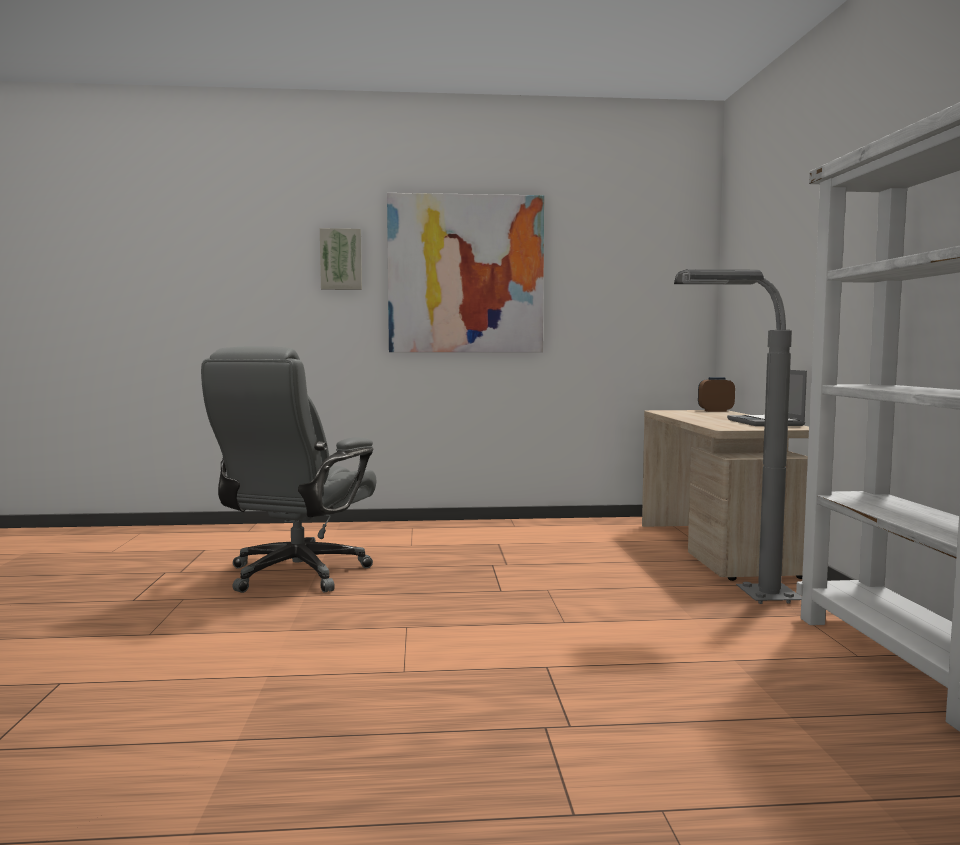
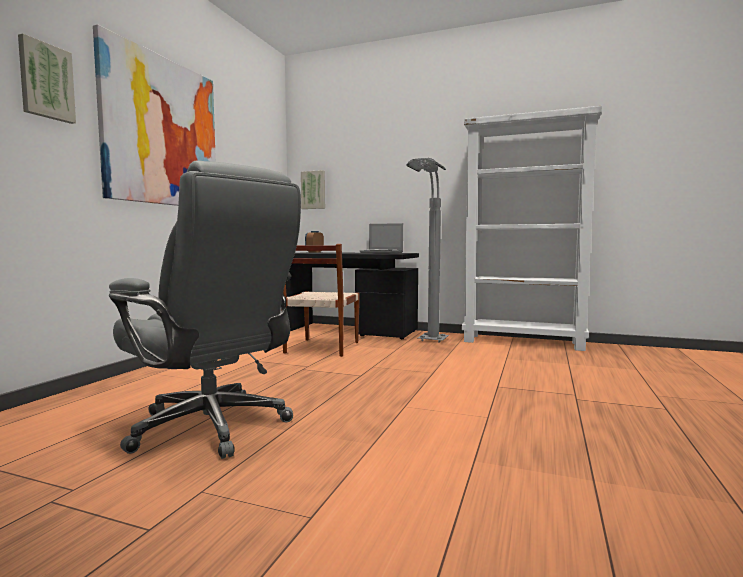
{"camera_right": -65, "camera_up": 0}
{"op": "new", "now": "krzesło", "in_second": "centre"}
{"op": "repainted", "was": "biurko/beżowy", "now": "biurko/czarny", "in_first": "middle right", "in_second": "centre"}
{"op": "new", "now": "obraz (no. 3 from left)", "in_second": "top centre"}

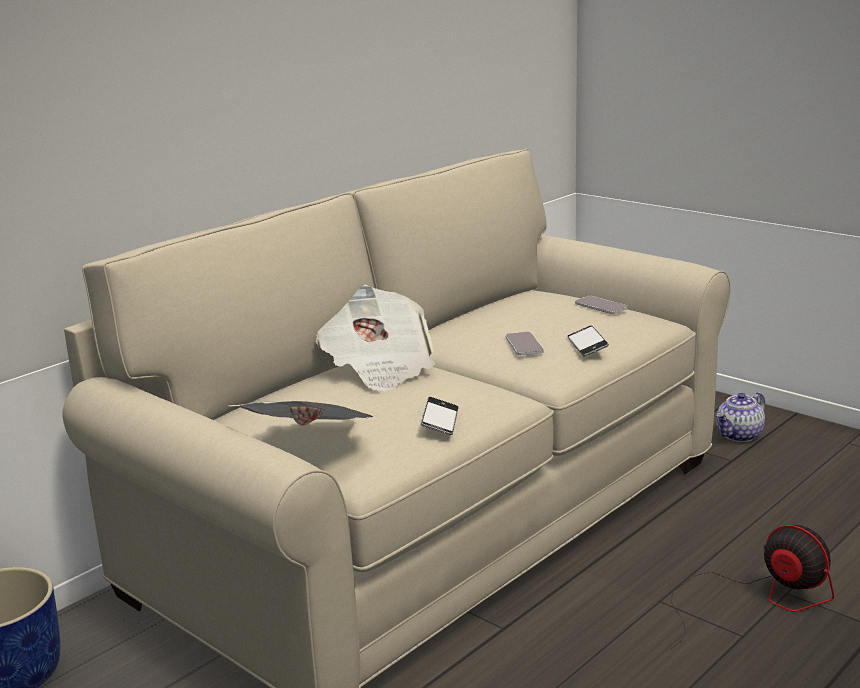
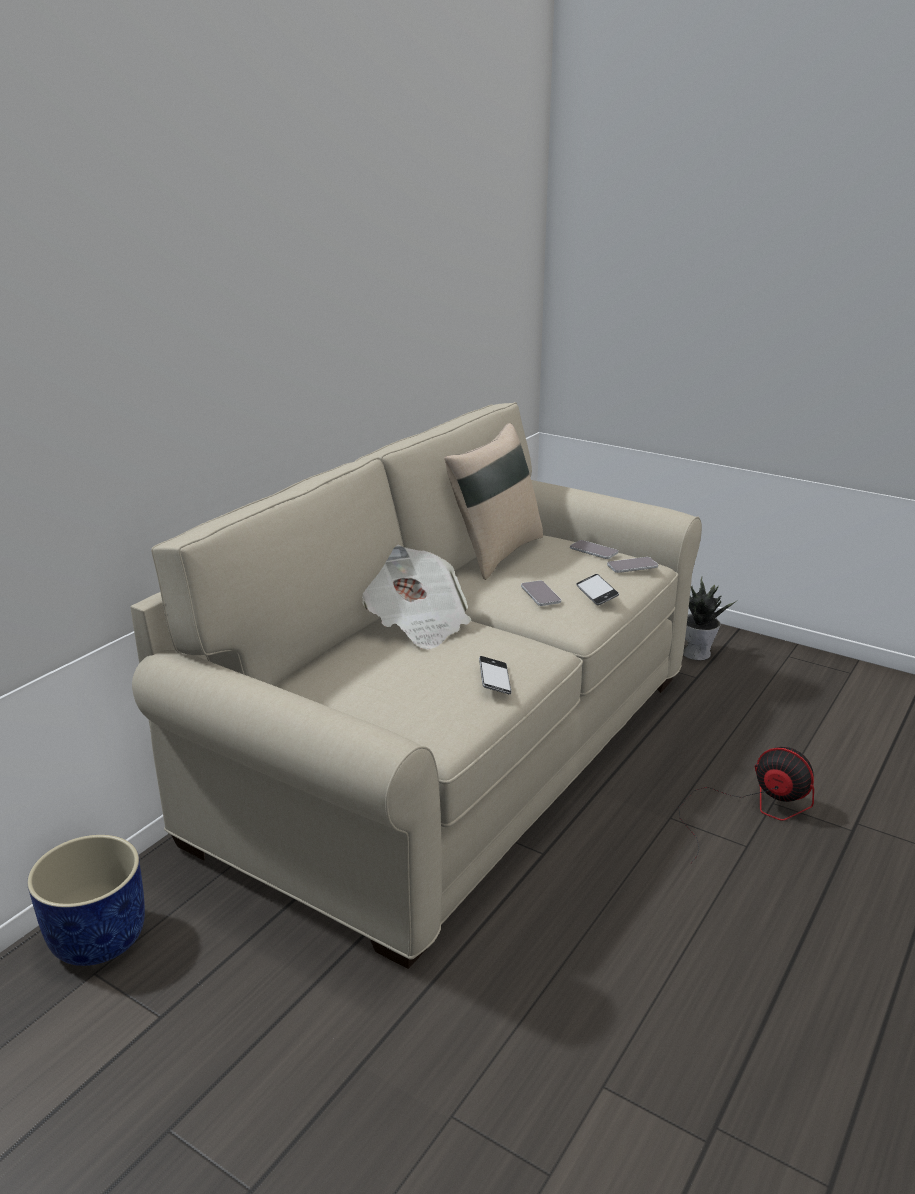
{"camera_right": -10, "camera_up": 5}
{"op": "new", "now": "poduszka/beżowy", "in_second": "centre"}
{"op": "new", "now": "telefon (no. 5 from left)", "in_second": "middle right"}
{"op": "swapped", "was": "imbryk", "now": "roślina doniczkowa", "in_first": "middle right", "in_second": "middle right"}
{"op": "gone", "was": "gazeta (no. 1 from left)", "in_first": "centre"}

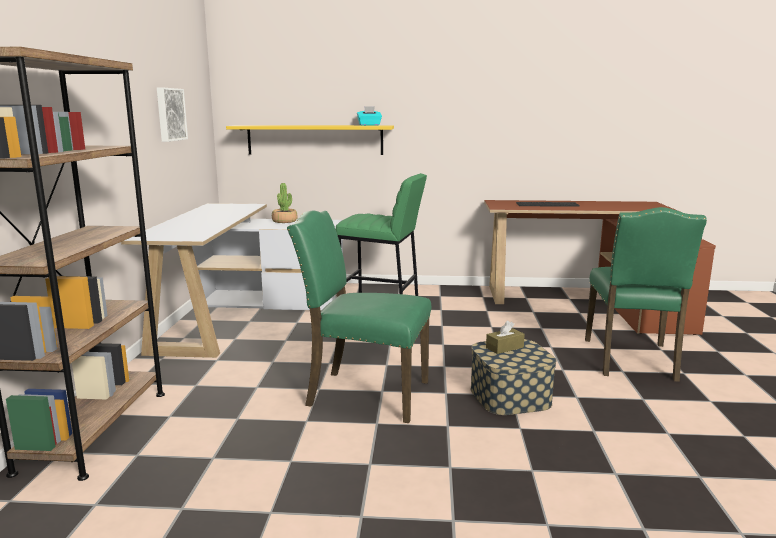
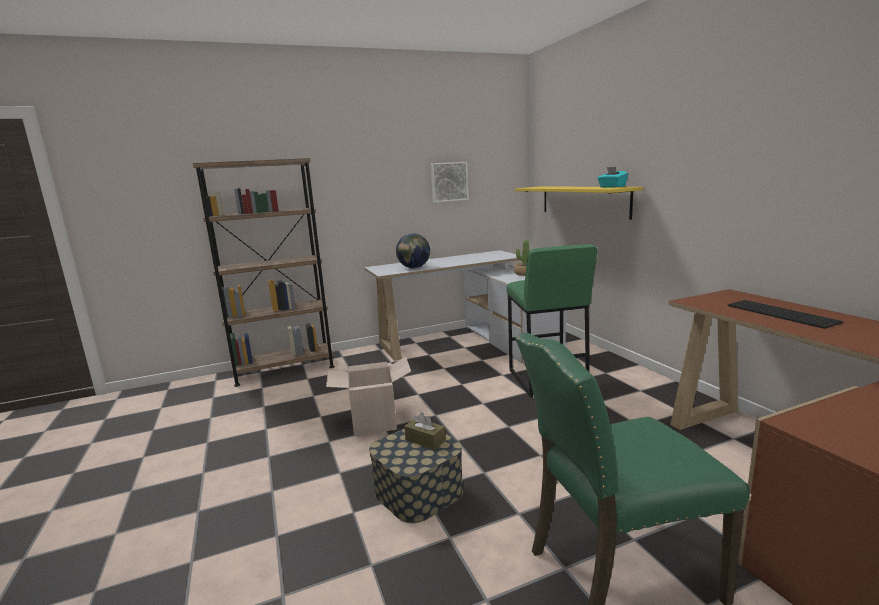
{"camera_right": 65, "camera_up": 0}
{"op": "swapped", "was": "krzesło/zielony (no. 1 from left)", "now": "karton", "in_first": "centre", "in_second": "centre"}
{"op": "new", "now": "globus", "in_second": "centre"}

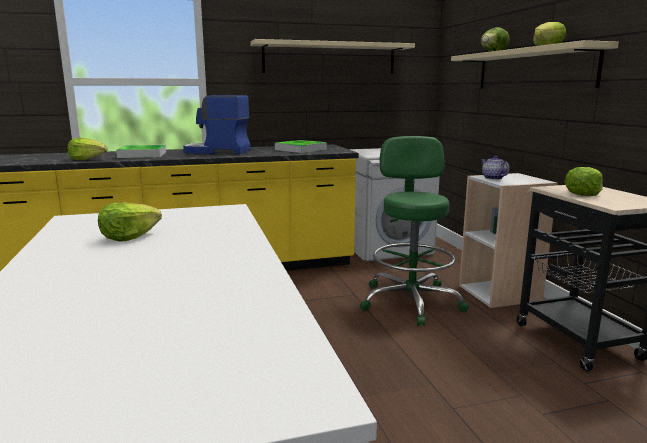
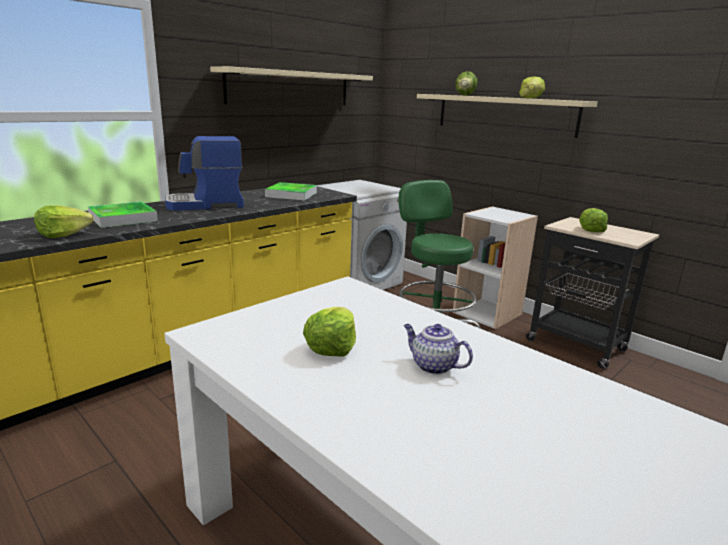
{"camera_right": -30, "camera_up": 5}
{"op": "shifted", "was": "imbryk", "in_first": "middle right", "in_second": "centre"}

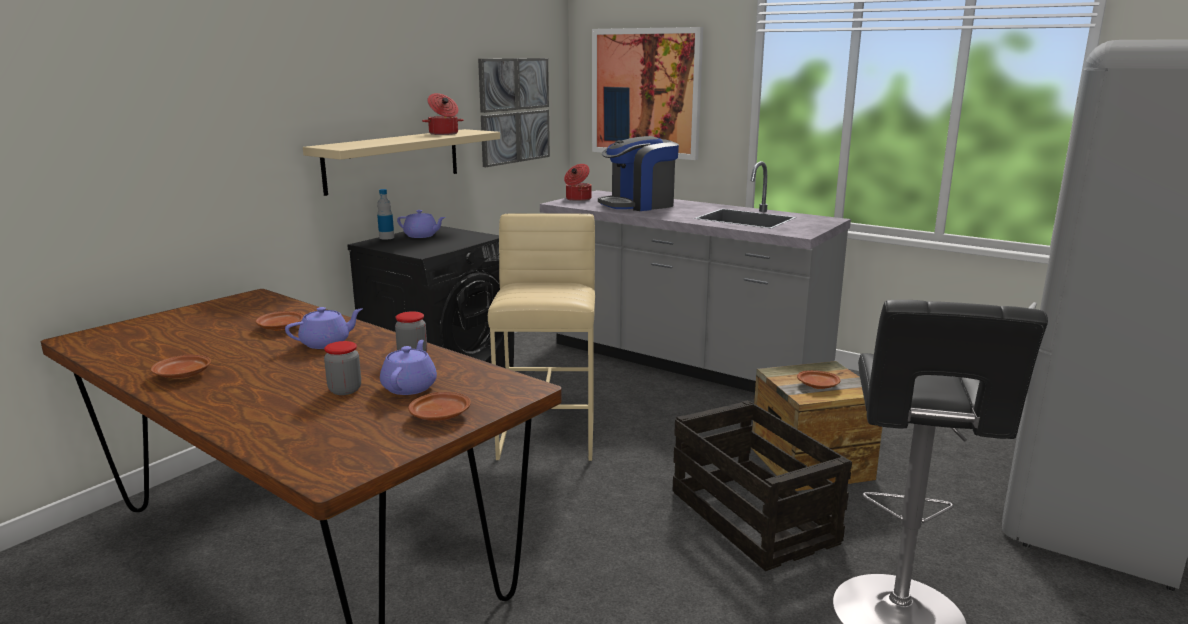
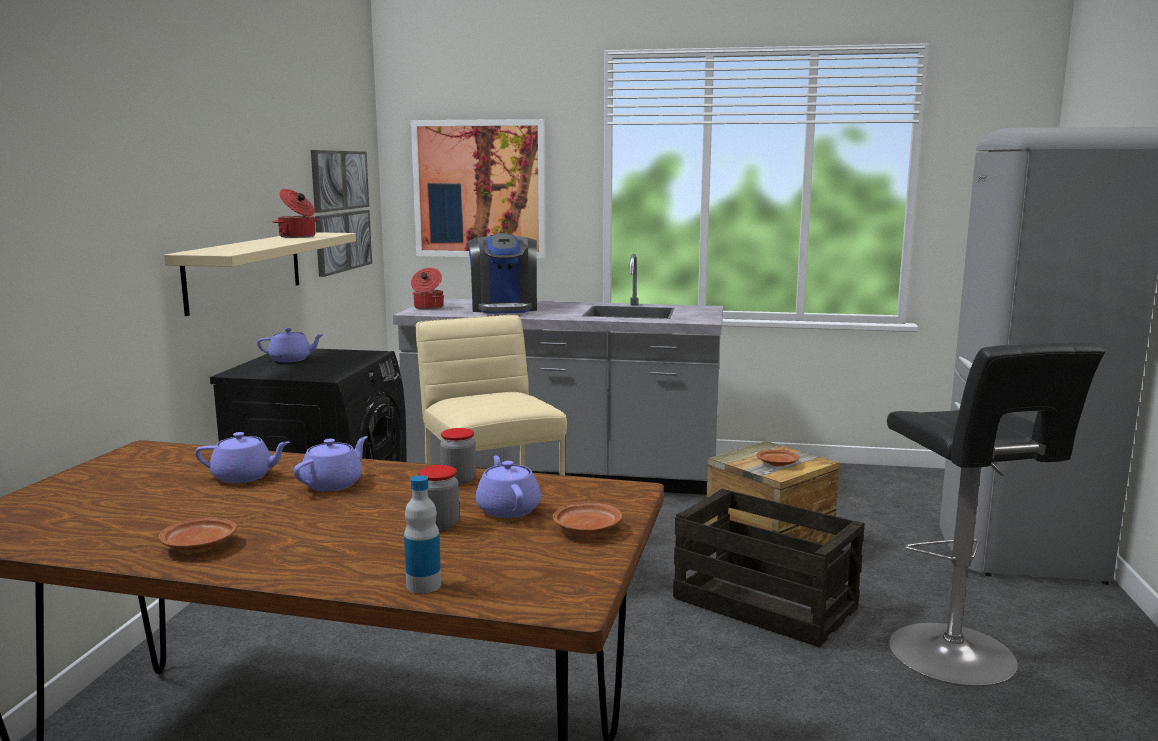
{"camera_right": -25, "camera_up": -5}
{"op": "swapped", "was": "talerz/brązowy (no. 2 from left)", "now": "imbryk/fioletowy (no. 1 from left)", "in_first": "middle left", "in_second": "middle left"}
{"op": "shifted", "was": "butelka", "in_first": "middle left", "in_second": "bottom centre"}
{"op": "rotated", "was": "ekspres do kawy", "in_first": "top centre", "in_second": "centre", "clockwise": -45}

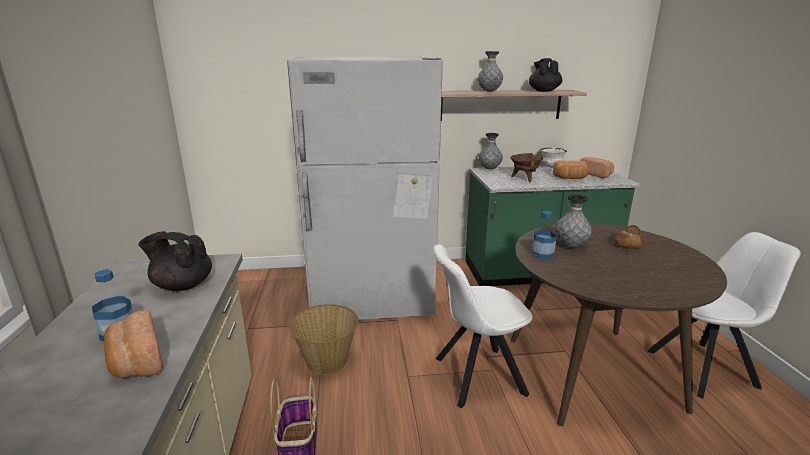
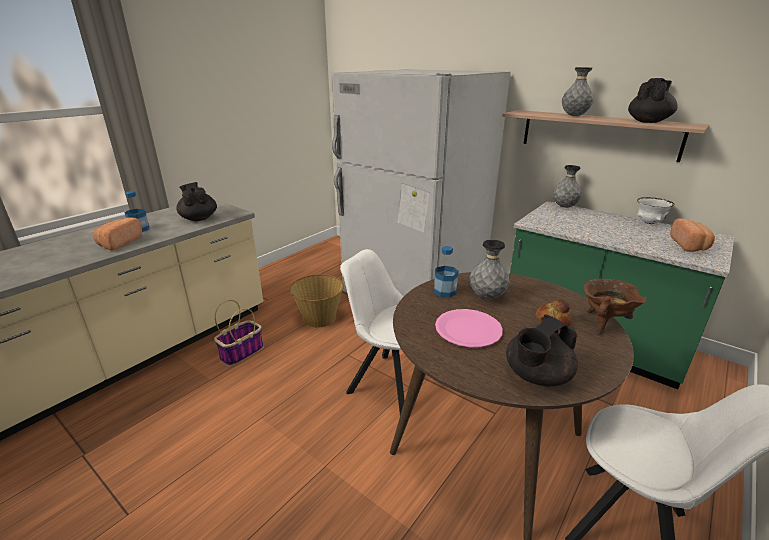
{"camera_right": 45, "camera_up": 5}
{"op": "new", "now": "talerz/różowy", "in_second": "centre"}
{"op": "new", "now": "imbryk/czarny (no. 2 from left)", "in_second": "middle right"}
{"op": "shifted", "was": "garnek/brązowy", "in_first": "centre", "in_second": "middle right"}
{"op": "gone", "was": "chleb (no. 2 from left)", "in_first": "middle right"}

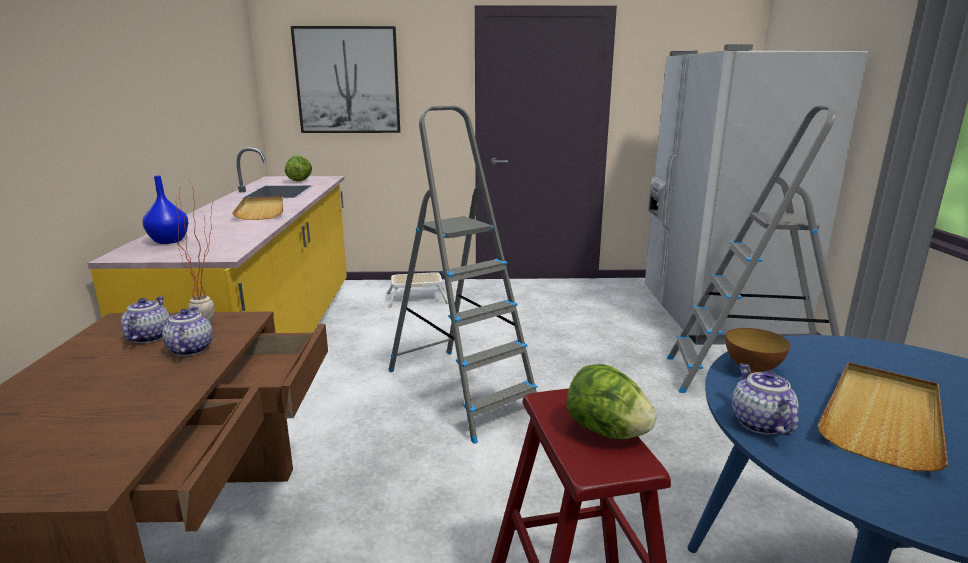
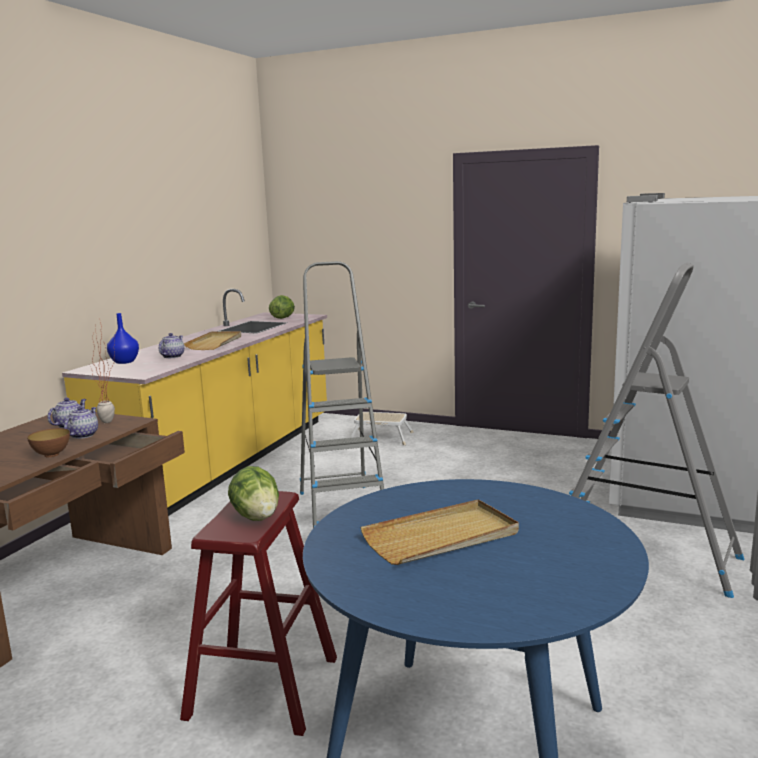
{"camera_right": 25, "camera_up": -5}
{"op": "shifted", "was": "miska", "in_first": "middle right", "in_second": "middle left"}
{"op": "shifted", "was": "imbryk (no. 3 from left)", "in_first": "bottom right", "in_second": "middle left"}
{"op": "gone", "was": "obraz", "in_first": "top centre"}

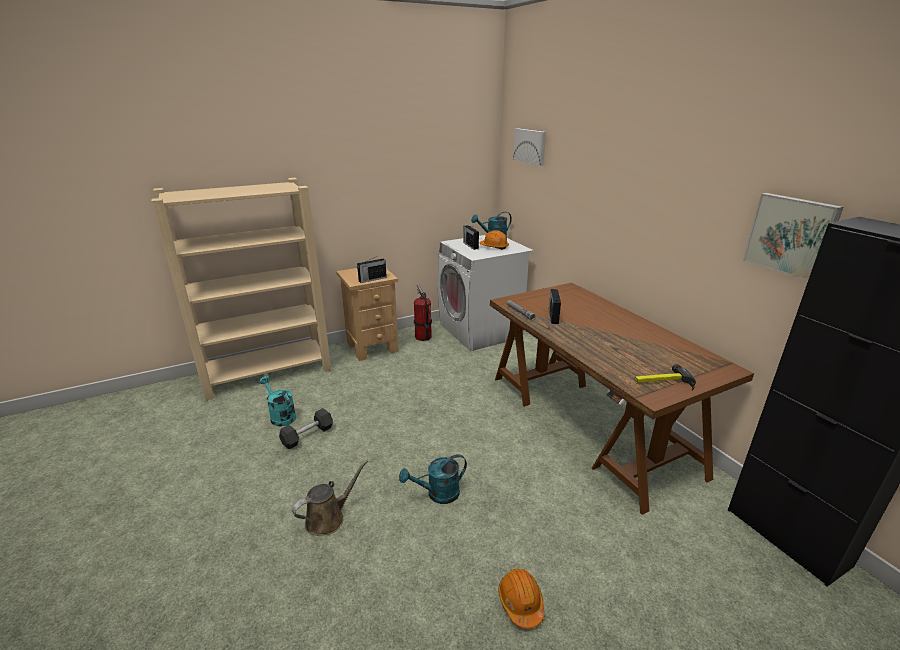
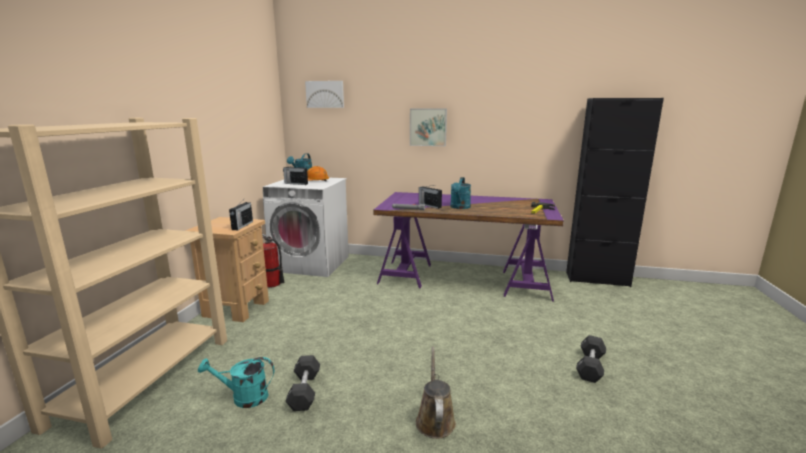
{"camera_right": -50, "camera_up": -10}
{"op": "repainted", "was": "biurko/brązowy", "now": "biurko/fioletowy", "in_first": "middle right", "in_second": "centre"}
{"op": "shifted", "was": "obraz (no. 2 from left)", "in_first": "middle right", "in_second": "top centre"}
{"op": "shifted", "was": "konewka/turkusowy (no. 2 from left in the first image)", "now": "konewka/turkusowy (no. 3 from left)", "in_first": "bottom centre", "in_second": "centre"}
{"op": "swapped", "was": "kask/pomarańczowy (no. 2 from left)", "now": "hantel/czarny (no. 2 from left)", "in_first": "bottom centre", "in_second": "bottom right"}

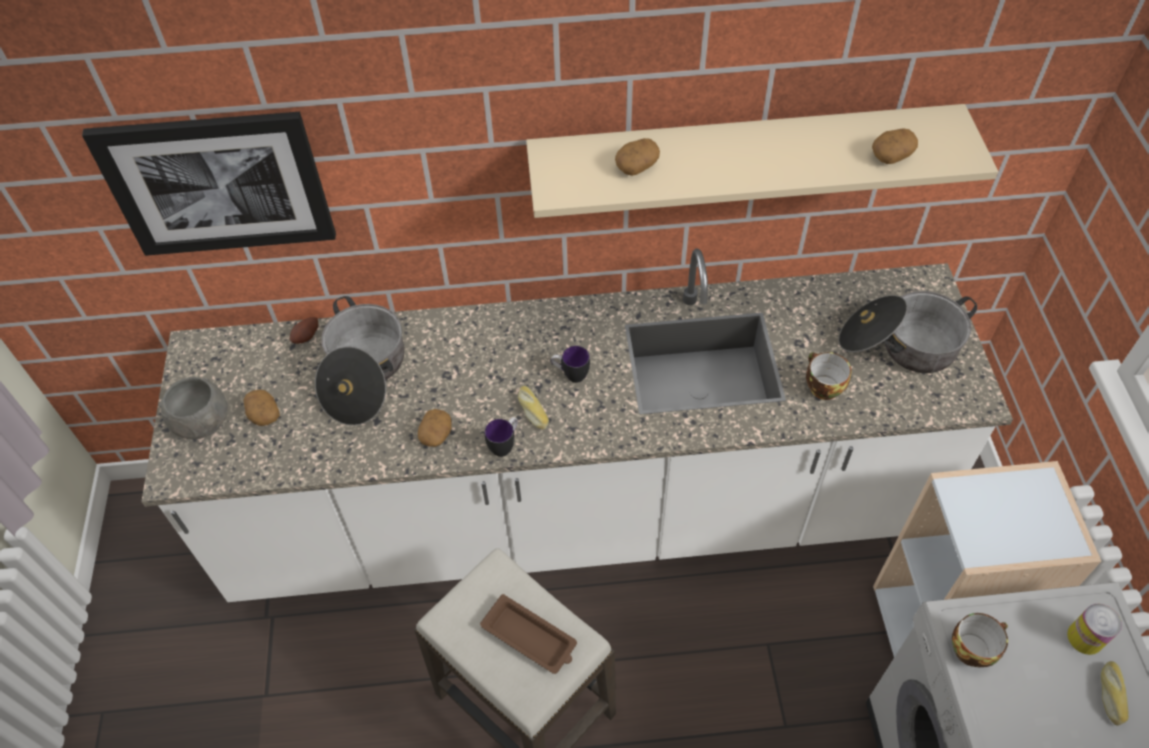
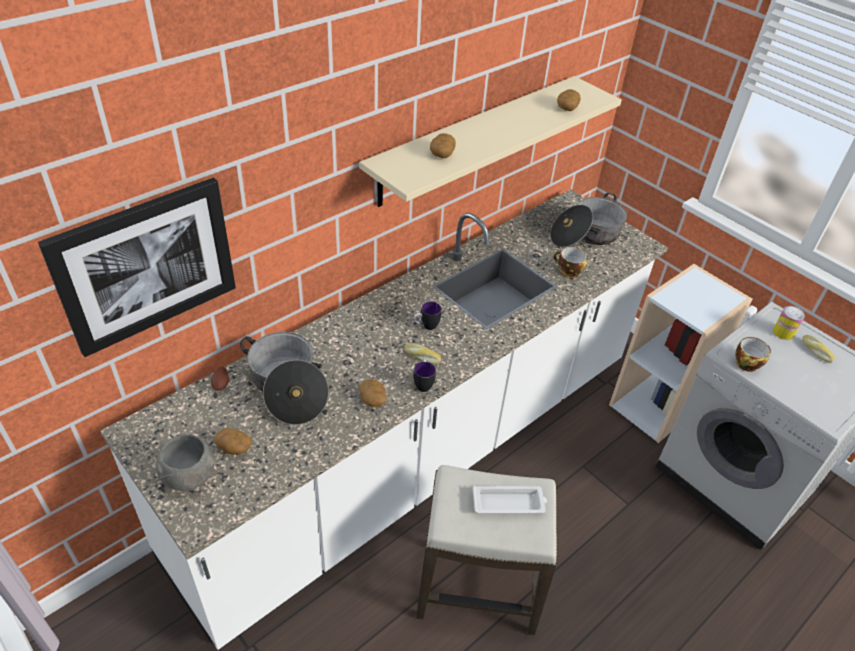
{"camera_right": -40, "camera_up": -10}
{"op": "repainted", "was": "taca/brązowy", "now": "taca/biały", "in_first": "bottom centre", "in_second": "bottom centre"}

